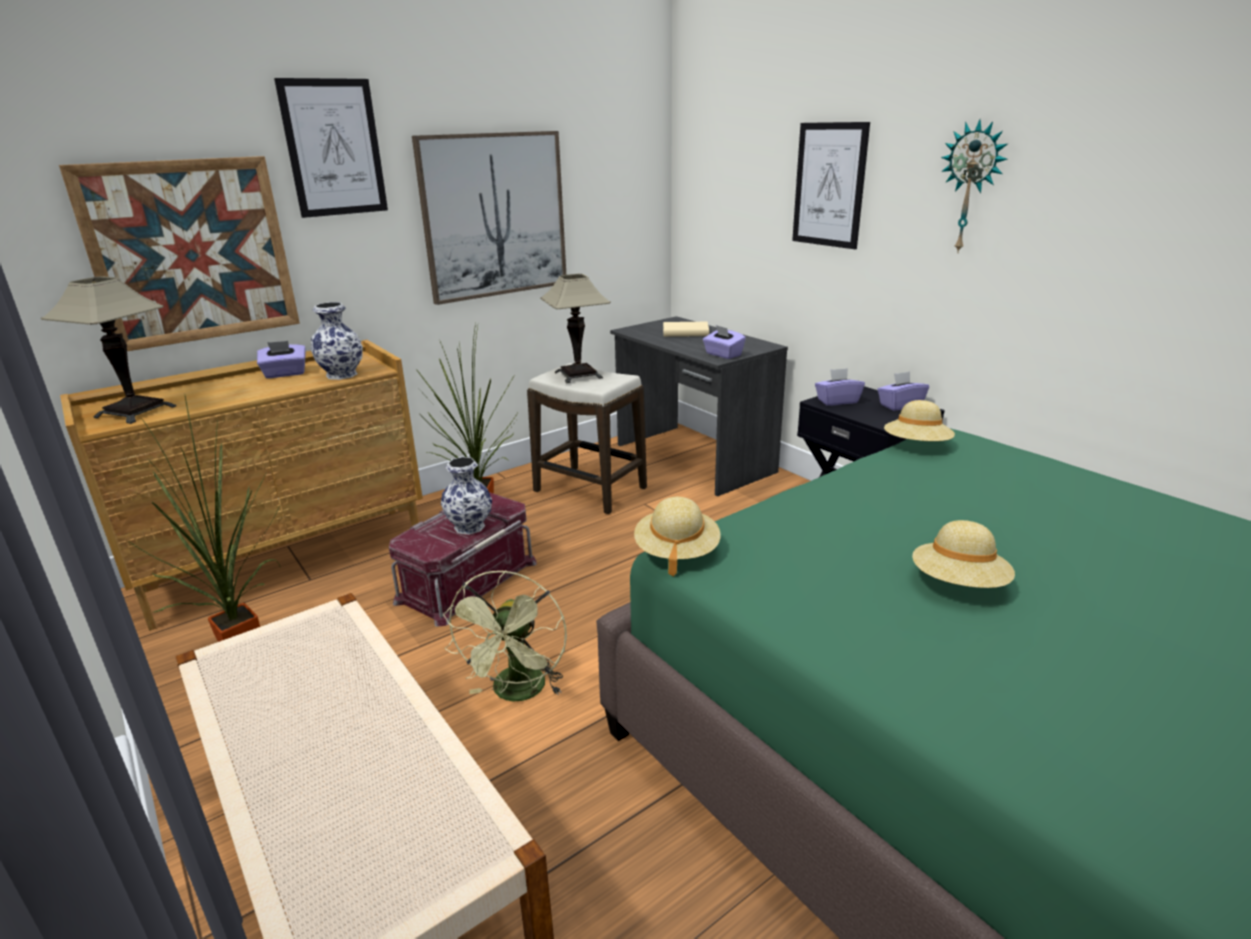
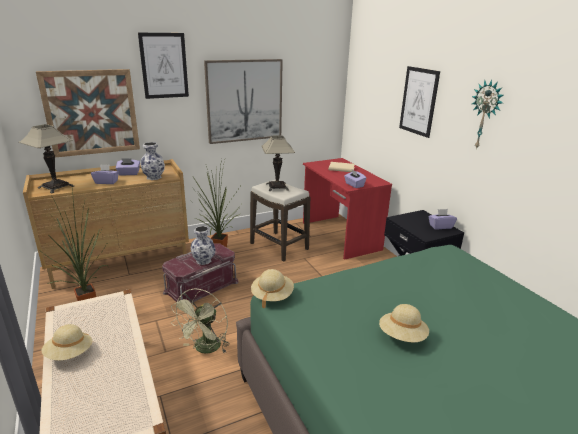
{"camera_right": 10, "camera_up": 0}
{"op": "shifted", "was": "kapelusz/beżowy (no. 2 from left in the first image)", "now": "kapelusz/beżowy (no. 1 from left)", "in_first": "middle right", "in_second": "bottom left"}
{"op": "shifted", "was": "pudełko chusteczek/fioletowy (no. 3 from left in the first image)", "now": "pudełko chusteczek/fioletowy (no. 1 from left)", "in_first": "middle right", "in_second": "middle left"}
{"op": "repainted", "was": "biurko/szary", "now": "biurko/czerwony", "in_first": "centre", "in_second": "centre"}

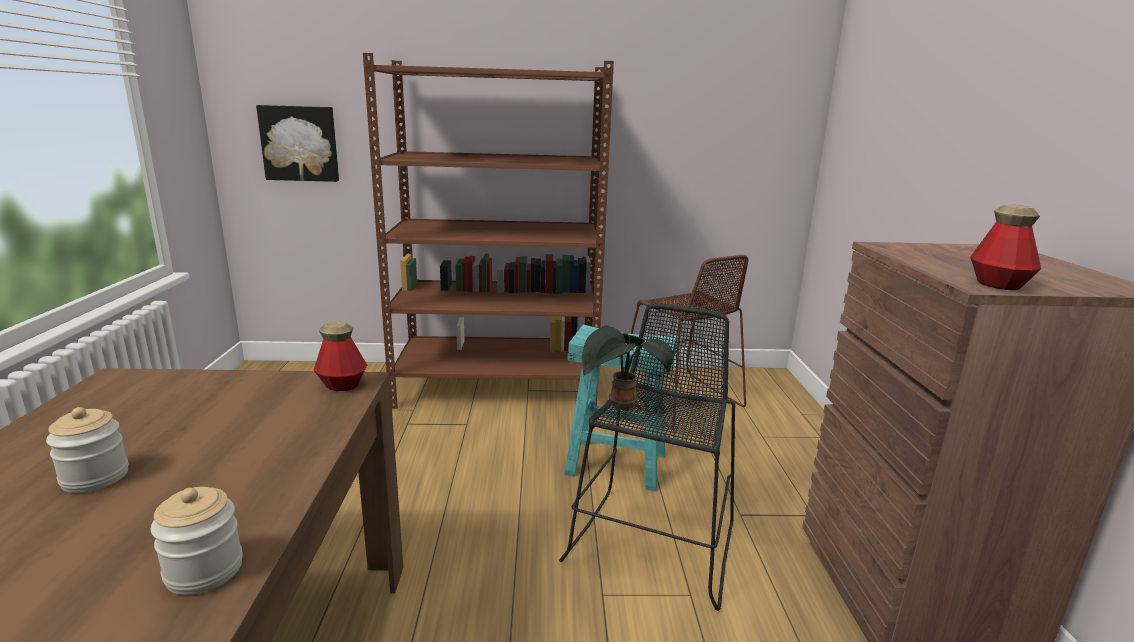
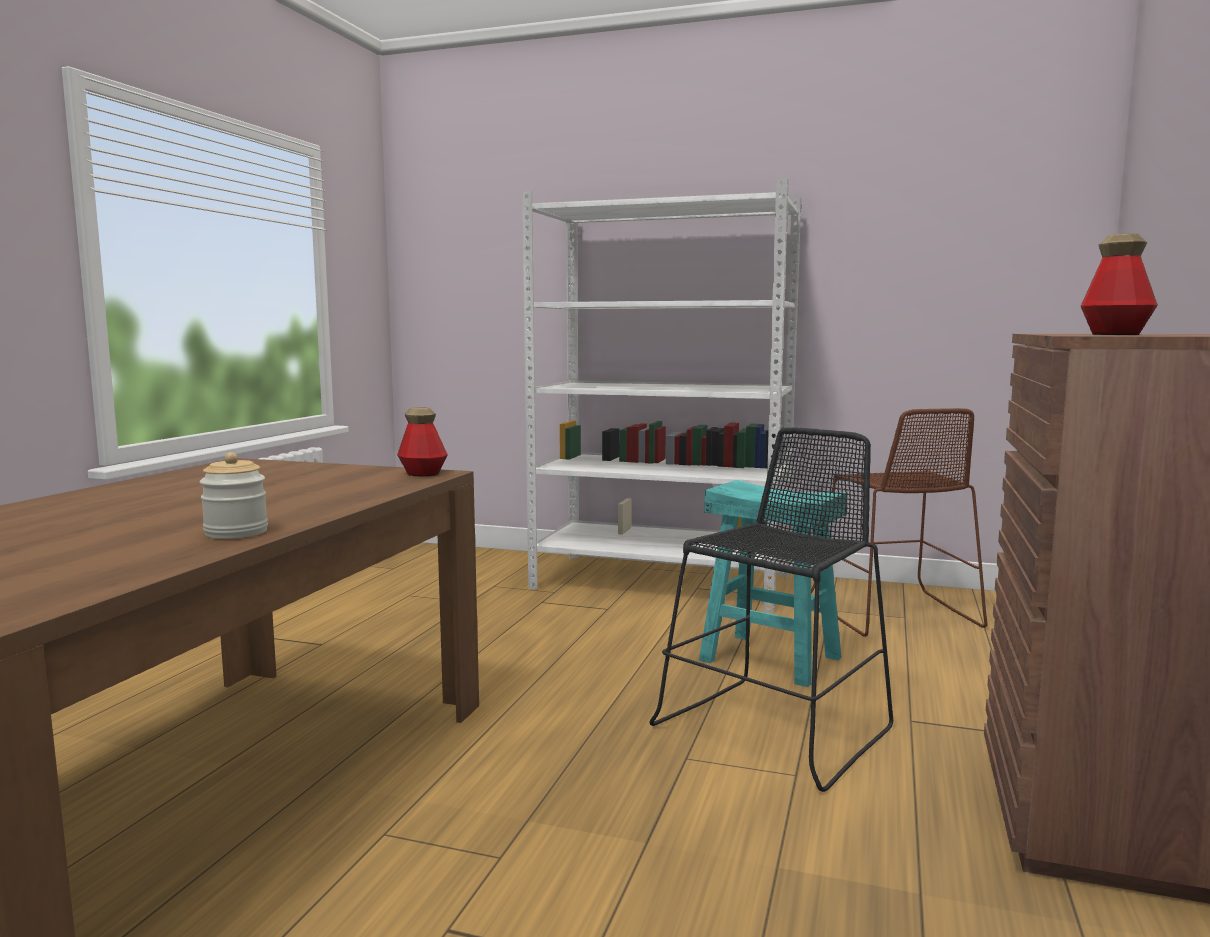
{"camera_right": 20, "camera_up": -10}
{"op": "repainted", "was": "regał/brązowy", "now": "regał/biały", "in_first": "centre", "in_second": "centre"}
{"op": "gone", "was": "słoik (no. 1 from left)", "in_first": "bottom left"}
{"op": "gone", "was": "obraz", "in_first": "top left"}
{"op": "gone", "was": "roślina doniczkowa", "in_first": "centre"}

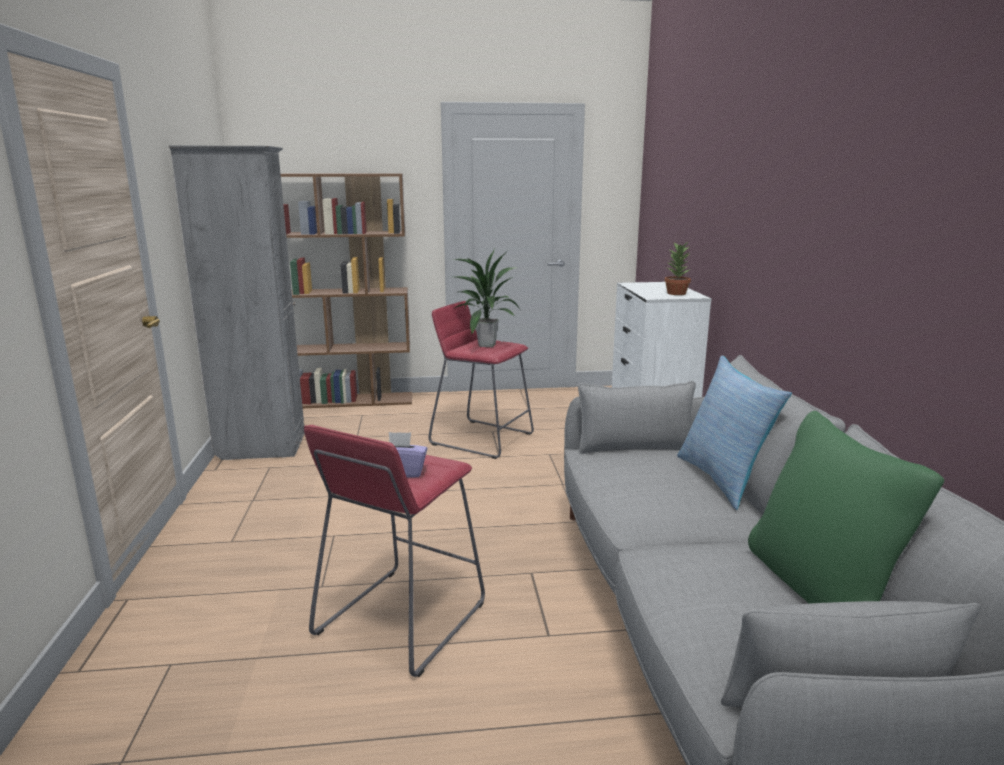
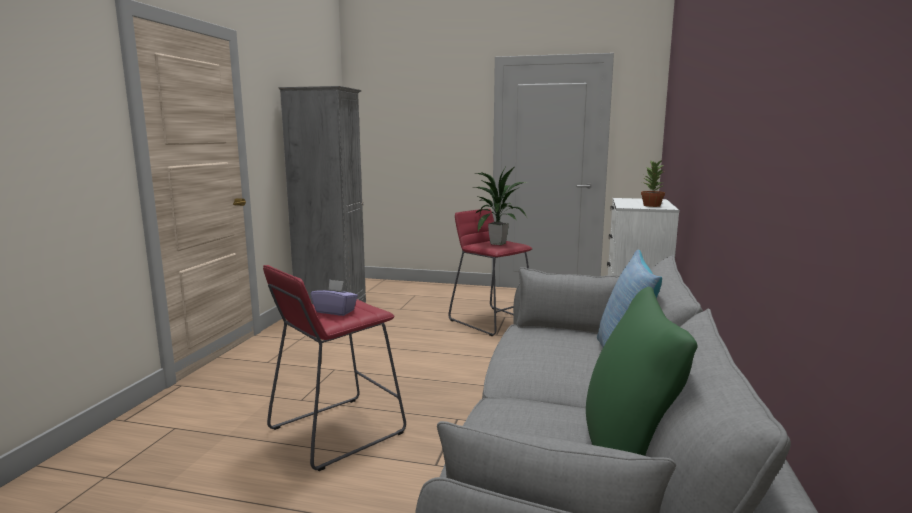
{"camera_right": 20, "camera_up": -5}
{"op": "gone", "was": "regał/brązowy", "in_first": "centre"}

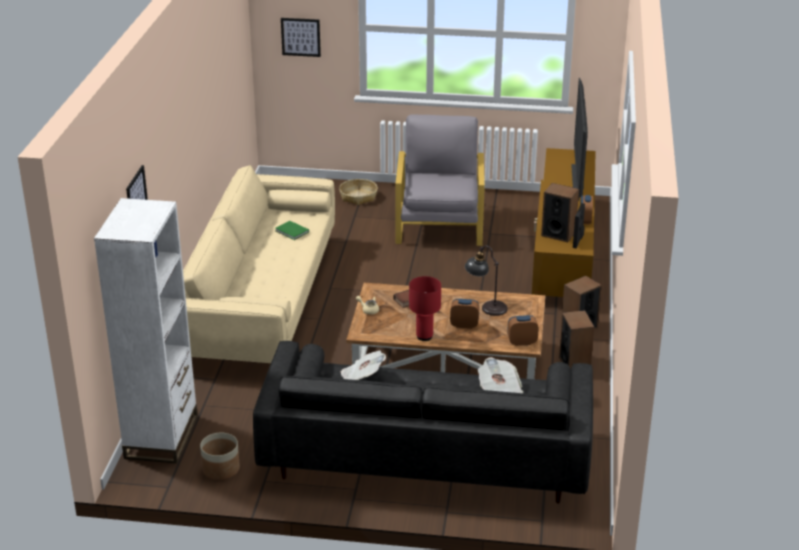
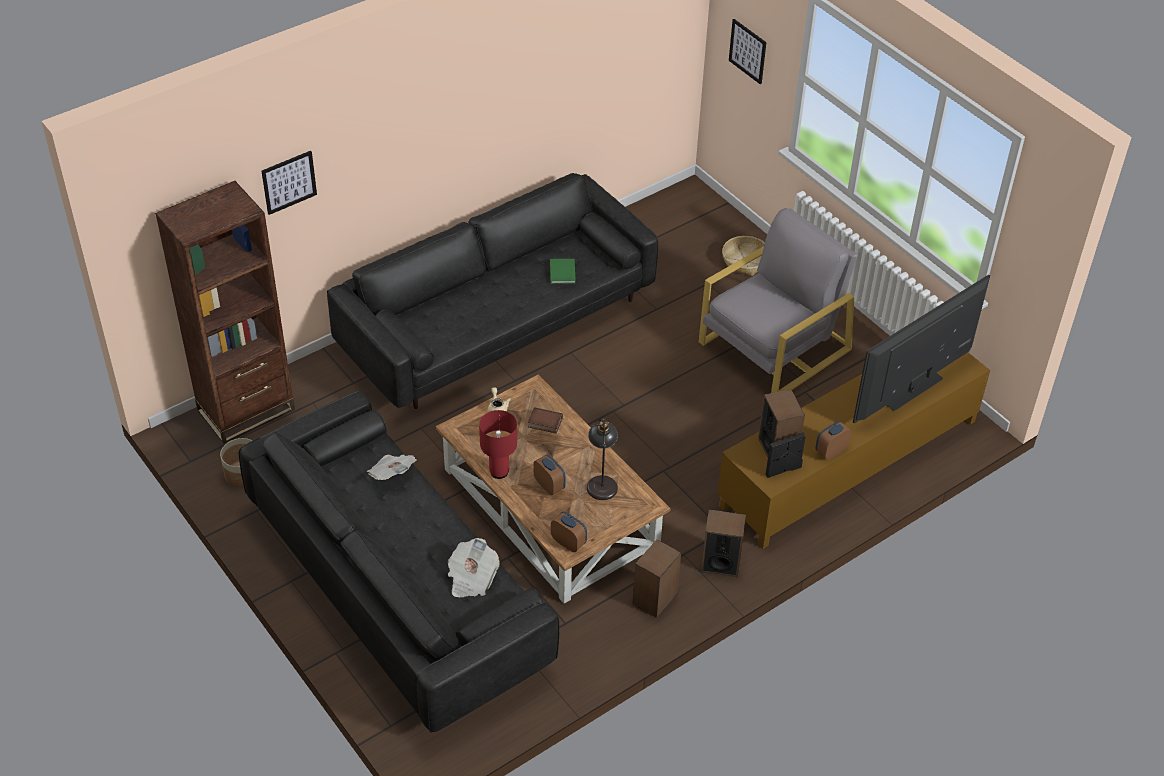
{"camera_right": 45, "camera_up": 15}
{"op": "repainted", "was": "regał/biały", "now": "regał/brązowy", "in_first": "middle left", "in_second": "middle left"}
{"op": "repainted", "was": "kanapa/beżowy", "now": "kanapa/czarny (no. 2 from left)", "in_first": "middle left", "in_second": "centre"}

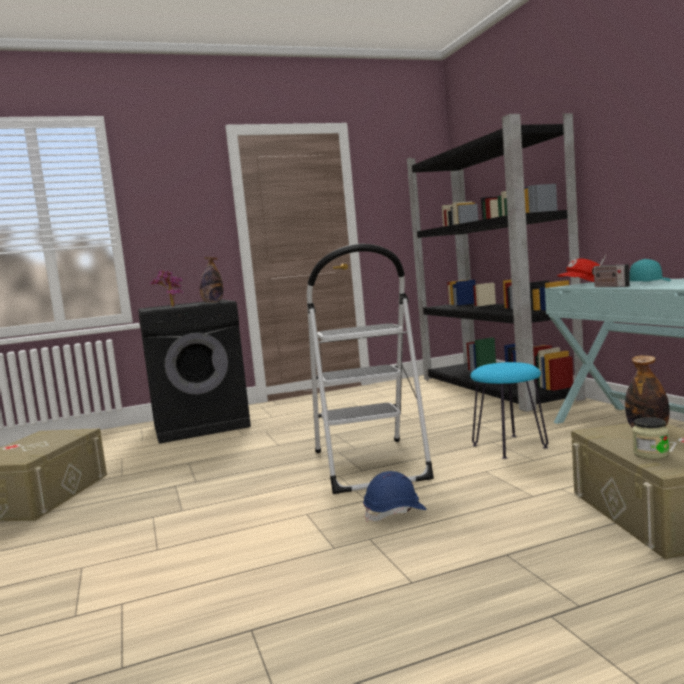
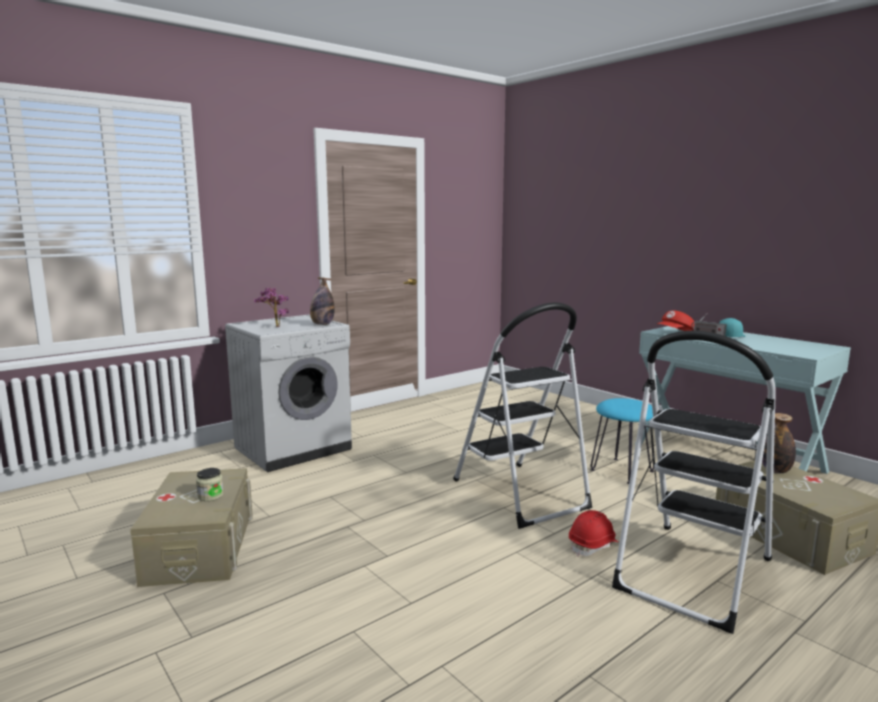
{"camera_right": -20, "camera_up": 5}
{"op": "shifted", "was": "słoik", "in_first": "middle right", "in_second": "bottom left"}
{"op": "repainted", "was": "pralka/czarny", "now": "pralka/biały", "in_first": "middle left", "in_second": "middle left"}
{"op": "repainted", "was": "kask/niebieski", "now": "kask/czerwony", "in_first": "bottom centre", "in_second": "bottom right"}
{"op": "new", "now": "drabinka (no. 2 from left)", "in_second": "bottom right"}
{"op": "gone", "was": "regał/czarny", "in_first": "middle right"}

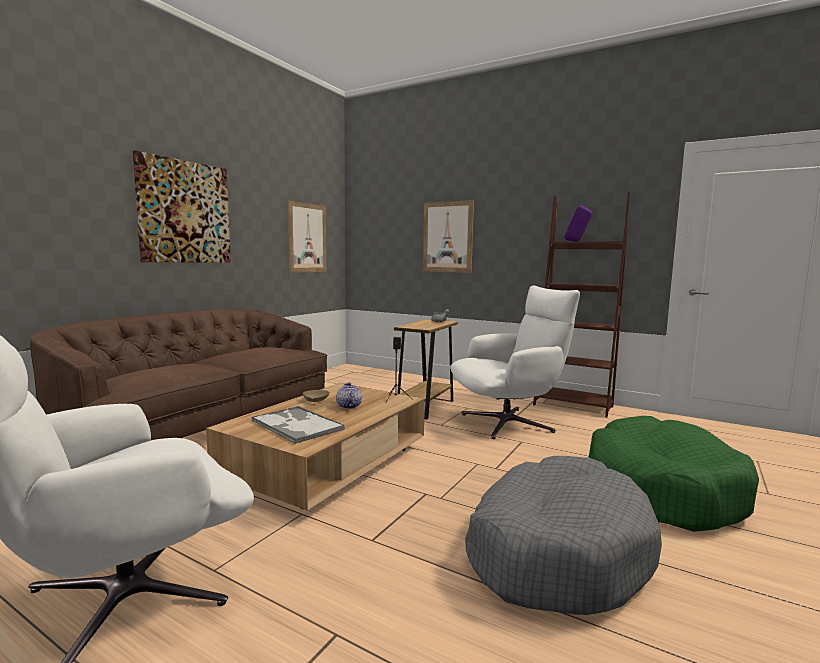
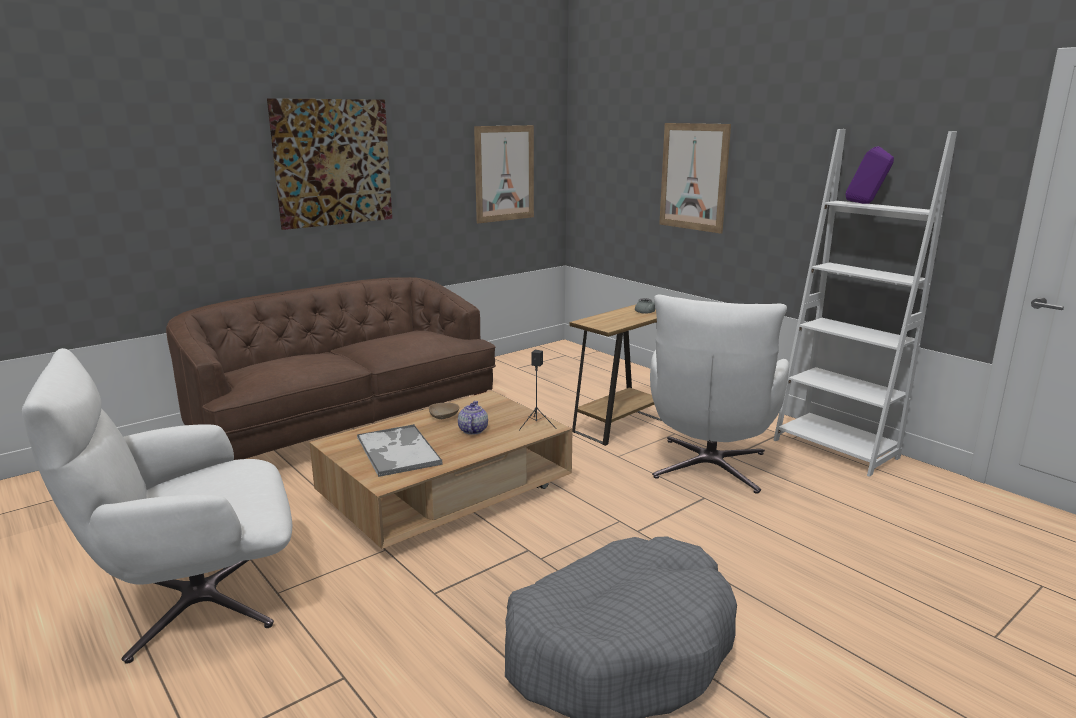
{"camera_right": 20, "camera_up": 10}
{"op": "rotated", "was": "fotel/biały (no. 2 from left)", "in_first": "centre", "in_second": "middle right", "clockwise": 105}
{"op": "repainted", "was": "regał/brązowy", "now": "regał/biały", "in_first": "middle right", "in_second": "middle right"}
{"op": "gone", "was": "legowisko/zielony", "in_first": "bottom right"}

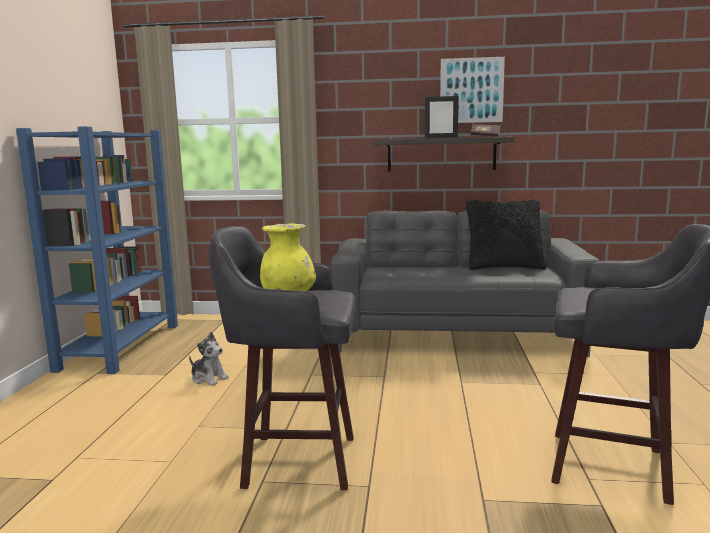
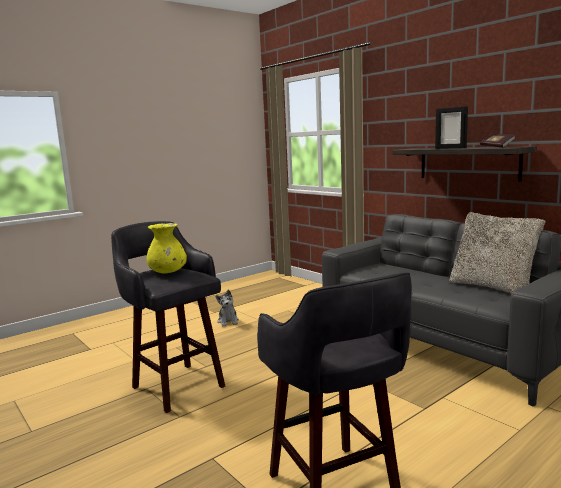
{"camera_right": 45, "camera_up": 0}
{"op": "repainted", "was": "poduszka/czarny", "now": "poduszka/beżowy", "in_first": "middle right", "in_second": "middle right"}
{"op": "gone", "was": "regał/niebieski", "in_first": "middle left"}
{"op": "gone", "was": "obraz", "in_first": "top centre"}

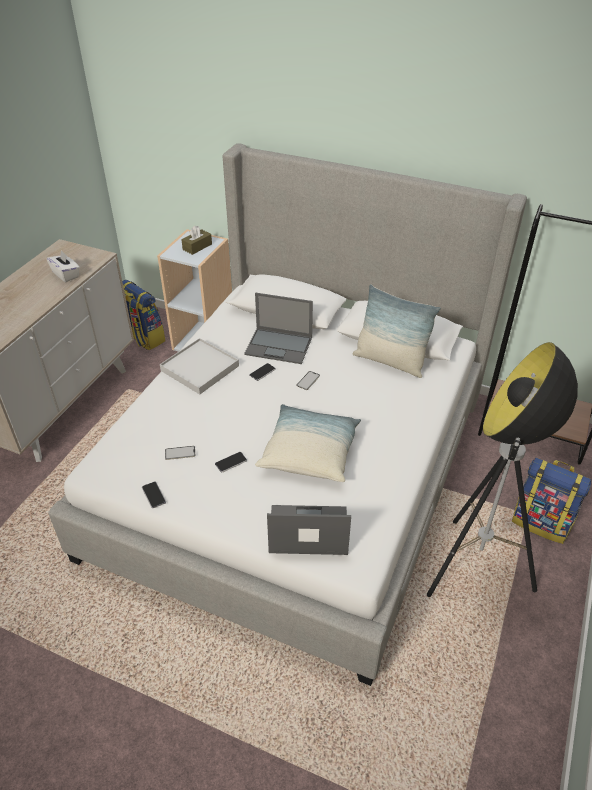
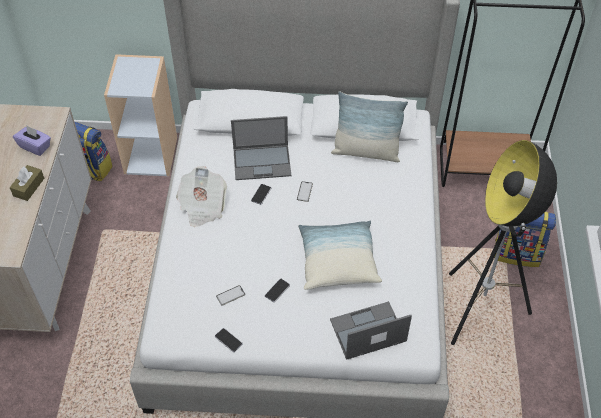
{"camera_right": -20, "camera_up": 10}
{"op": "shifted", "was": "pudełko chusteczek/brązowy", "in_first": "top left", "in_second": "middle left"}
{"op": "repainted", "was": "pudełko chusteczek/biały", "now": "pudełko chusteczek/fioletowy", "in_first": "middle left", "in_second": "middle left"}
{"op": "swapped", "was": "taca/biały", "now": "gazeta", "in_first": "centre", "in_second": "centre"}

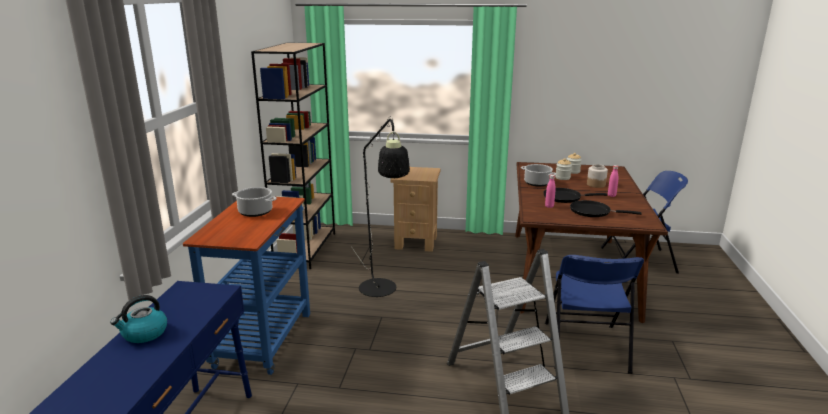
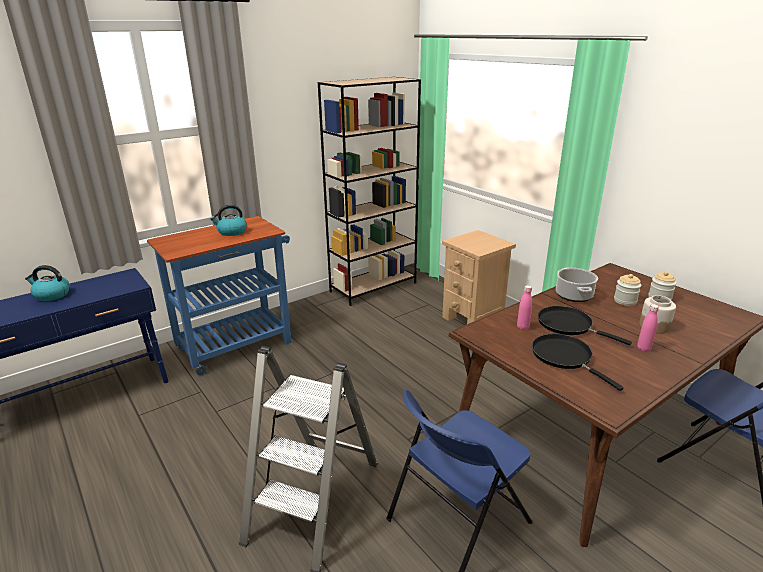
{"camera_right": 45, "camera_up": 5}
{"op": "swapped", "was": "garnek (no. 1 from left)", "now": "czajnik (no. 2 from left)", "in_first": "middle left", "in_second": "middle left"}
{"op": "gone", "was": "lampa stojąca/czarny", "in_first": "centre"}

